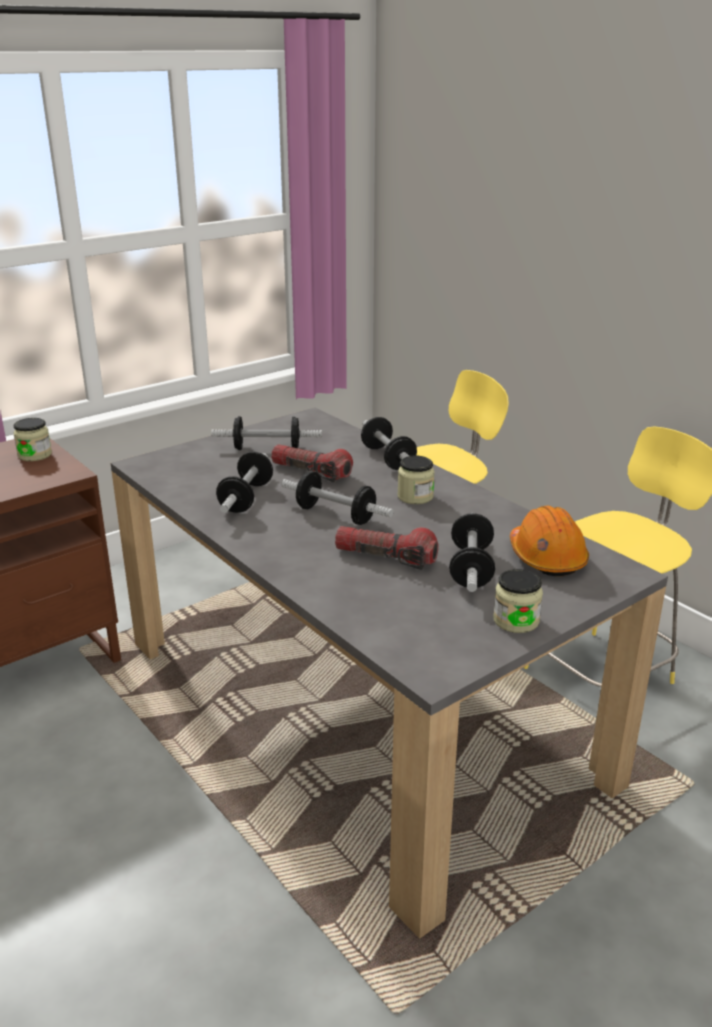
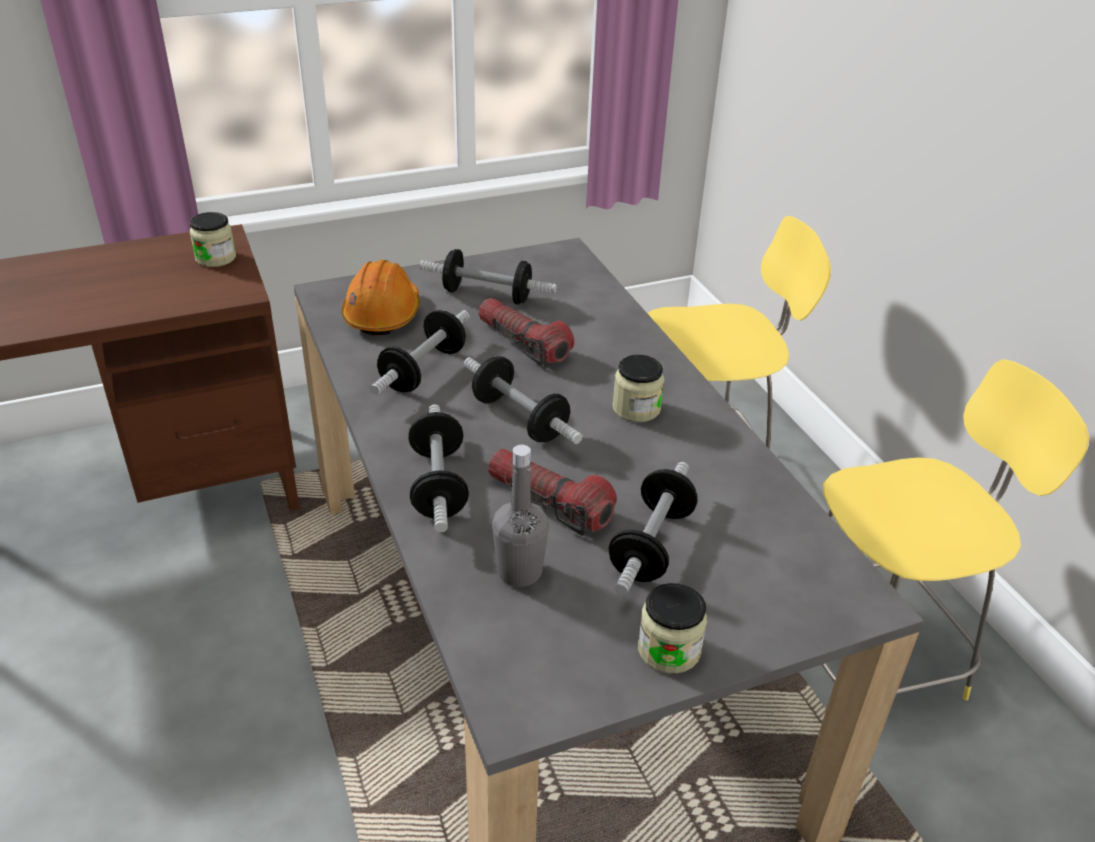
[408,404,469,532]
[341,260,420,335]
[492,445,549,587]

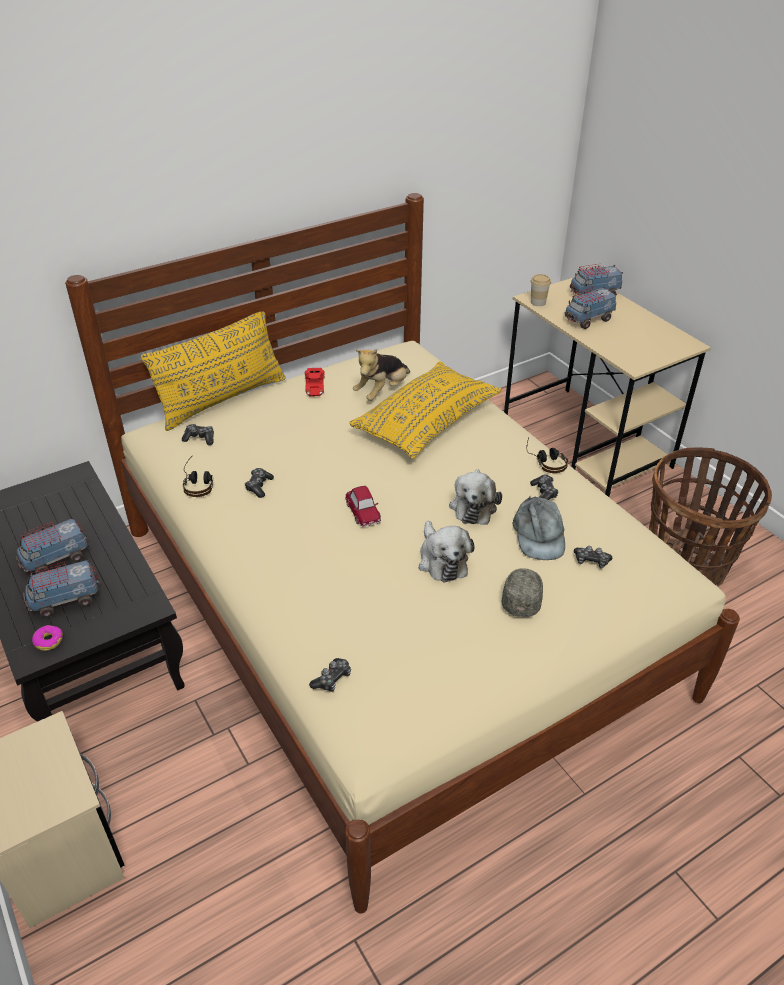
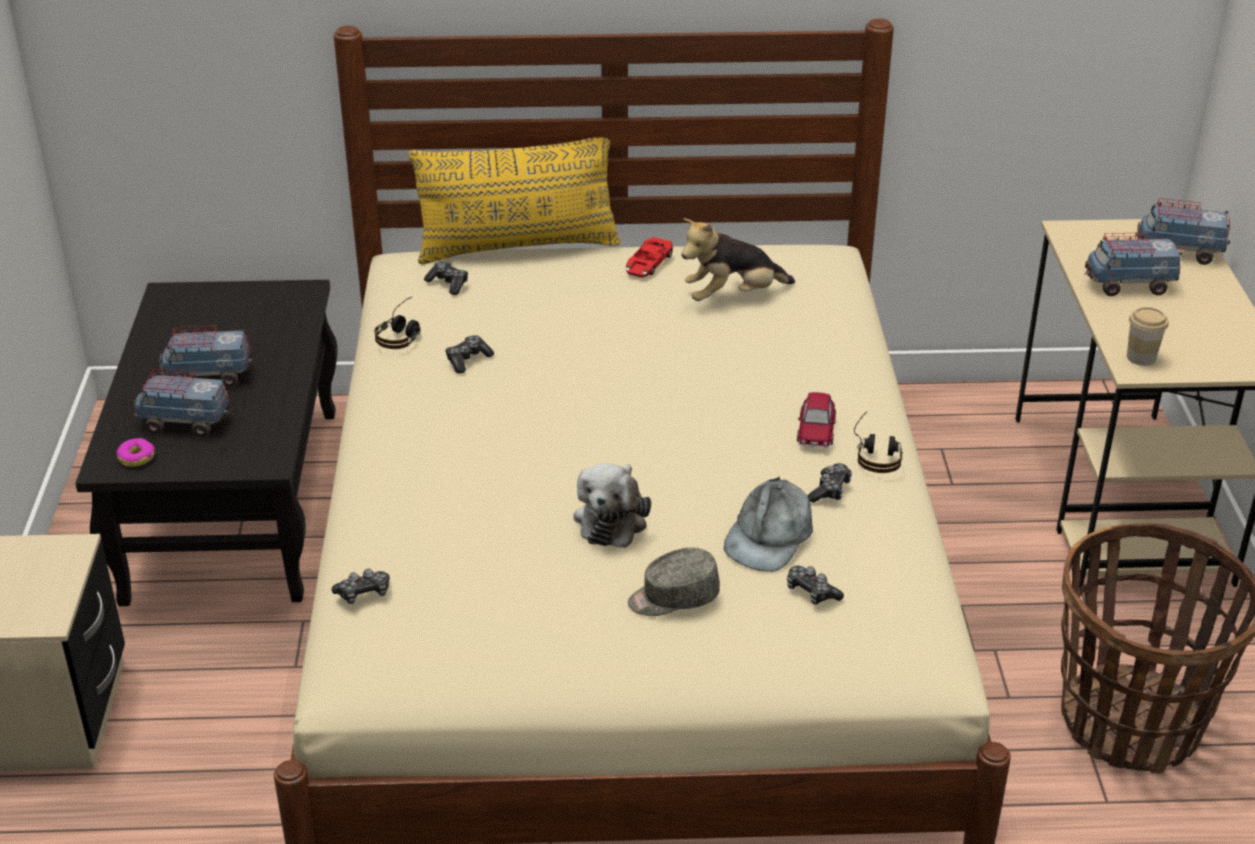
[797,392,836,448]
[349,362,502,459] (first image)
[449,469,502,525] (first image)
[628,547,720,616]
[1127,307,1168,366]

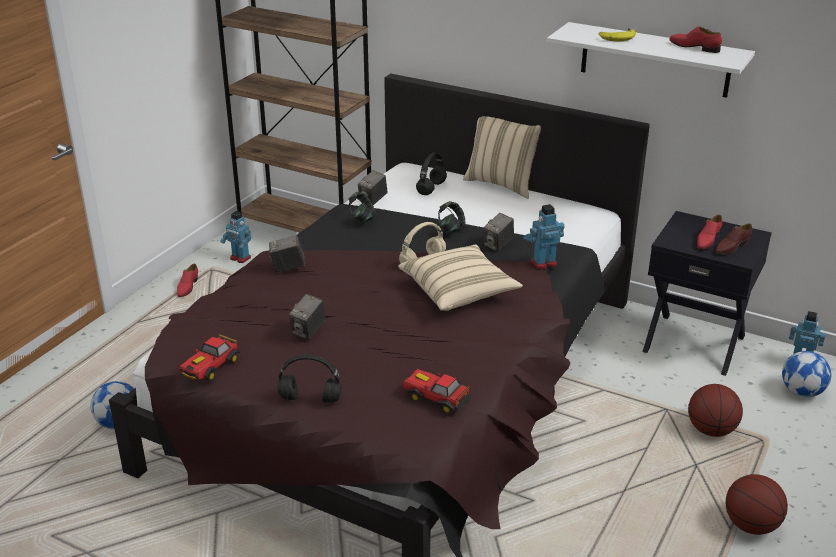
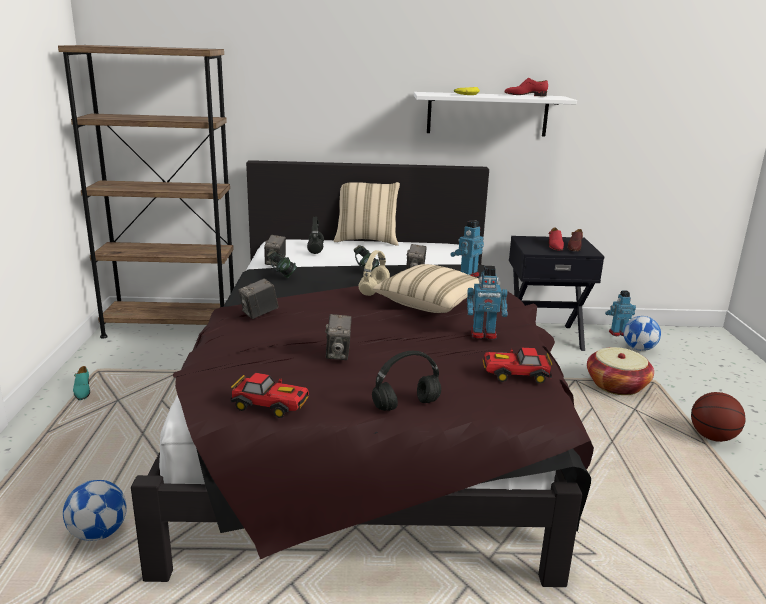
[73,366,90,400]
[230,373,309,418]
[467,266,508,340]
[587,347,654,395]

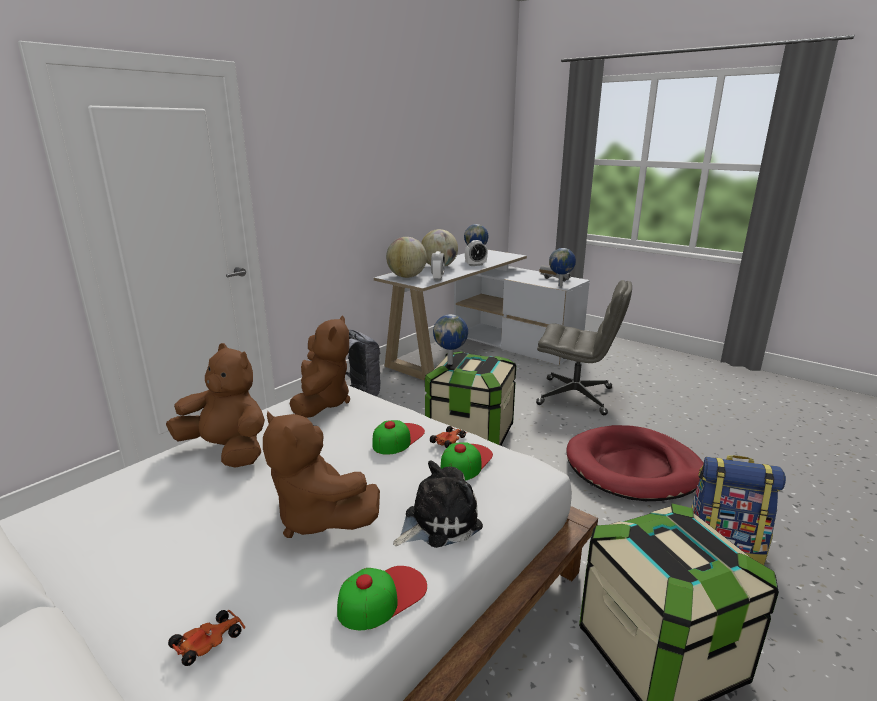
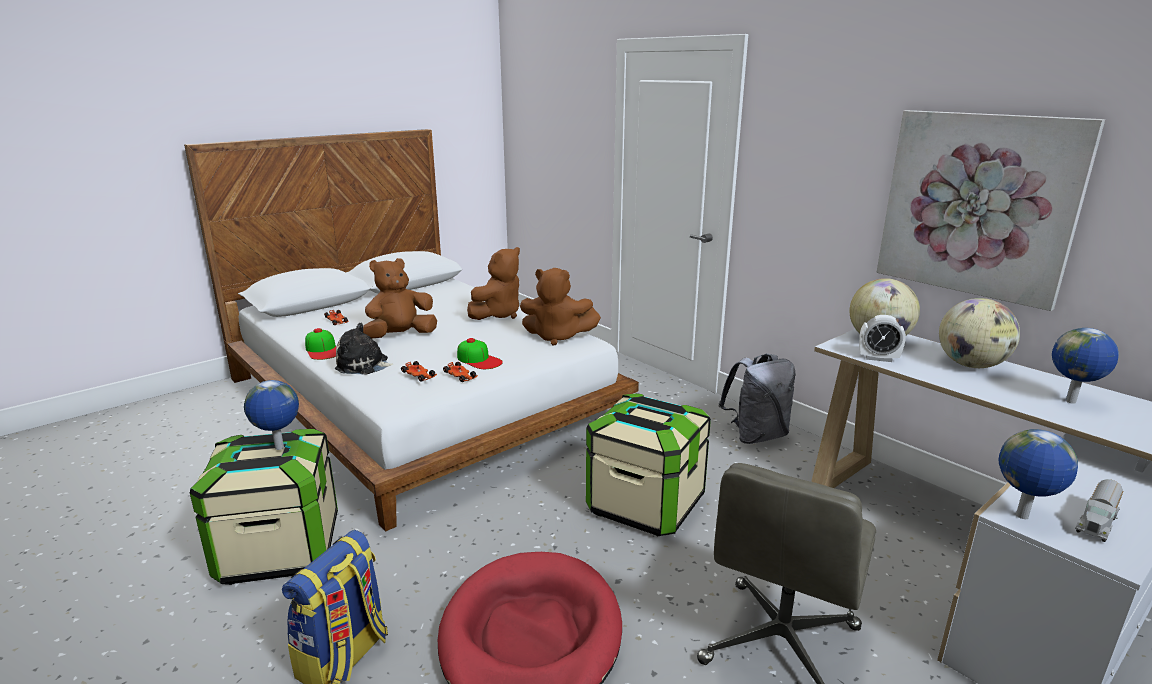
[335,323,393,374]
[244,380,299,450]
[401,361,437,381]
[465,240,488,266] (first image)
[877,110,1105,311]

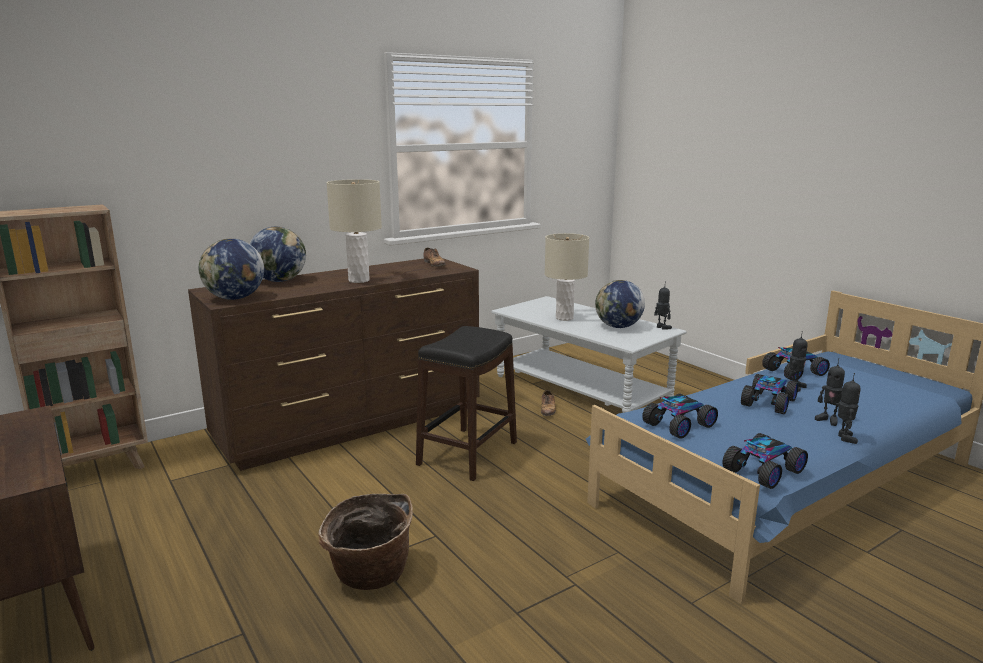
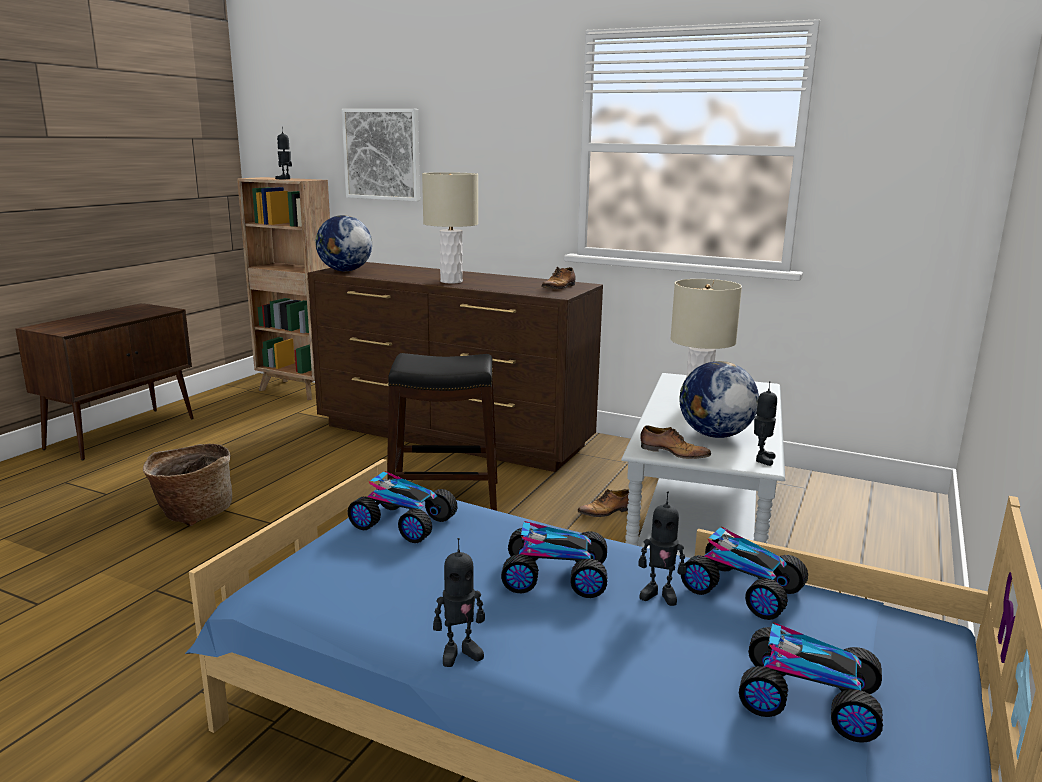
[250,226,306,282] (first image)
[739,622,883,743]
[275,129,292,179]
[342,109,420,201]
[640,425,711,460]

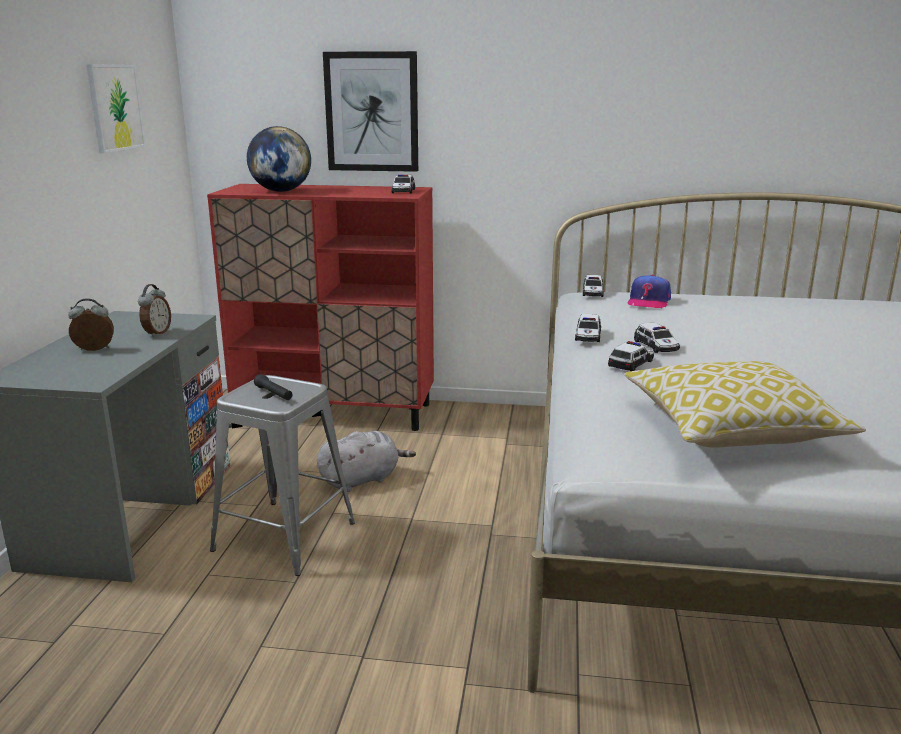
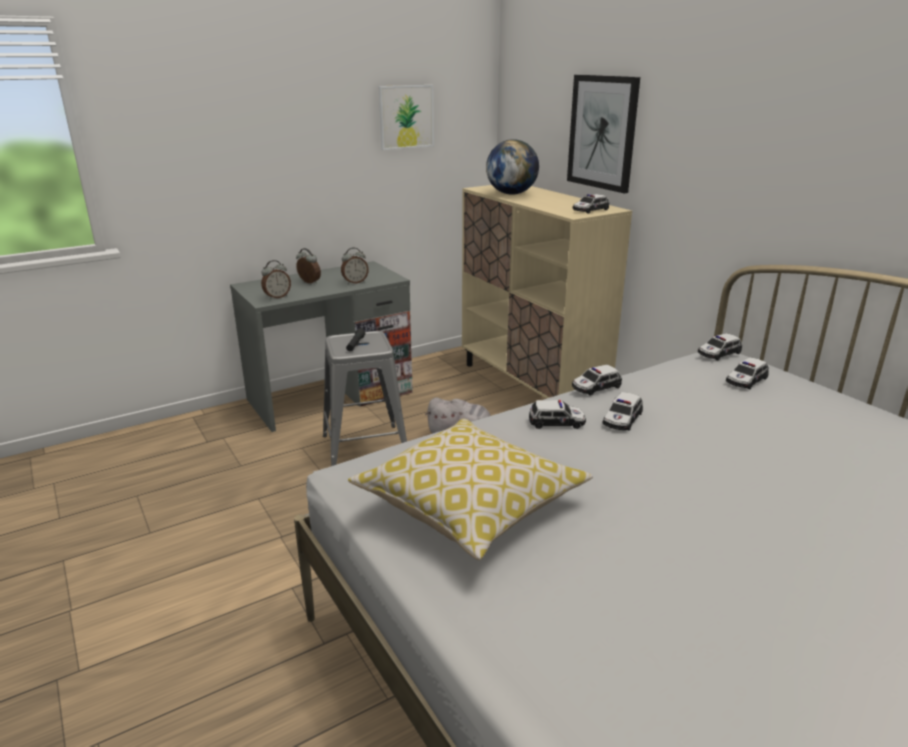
[462,185,632,399]
[726,357,769,389]
[261,260,291,300]

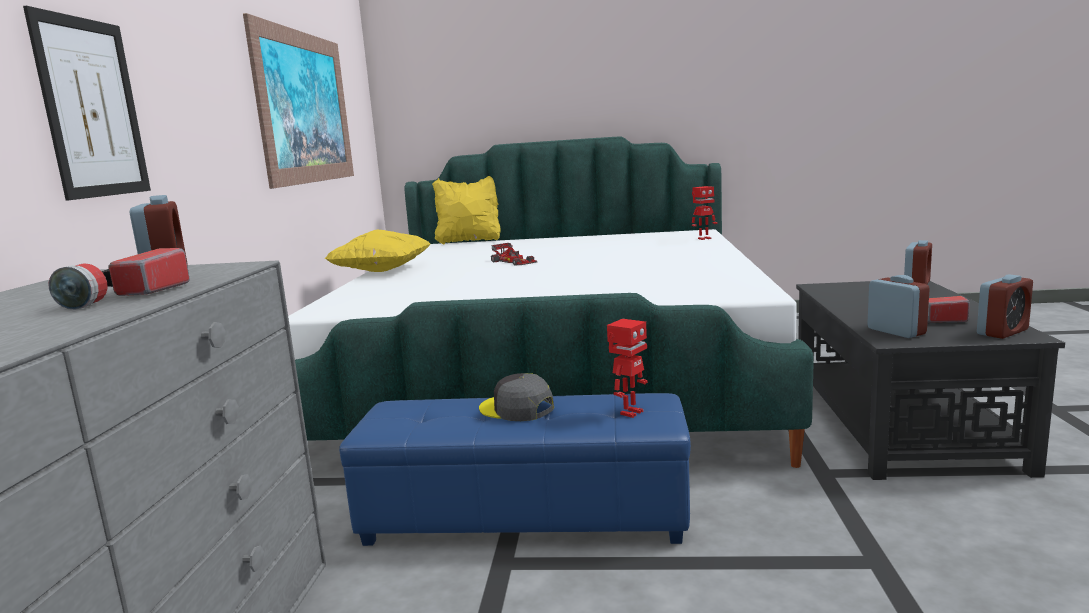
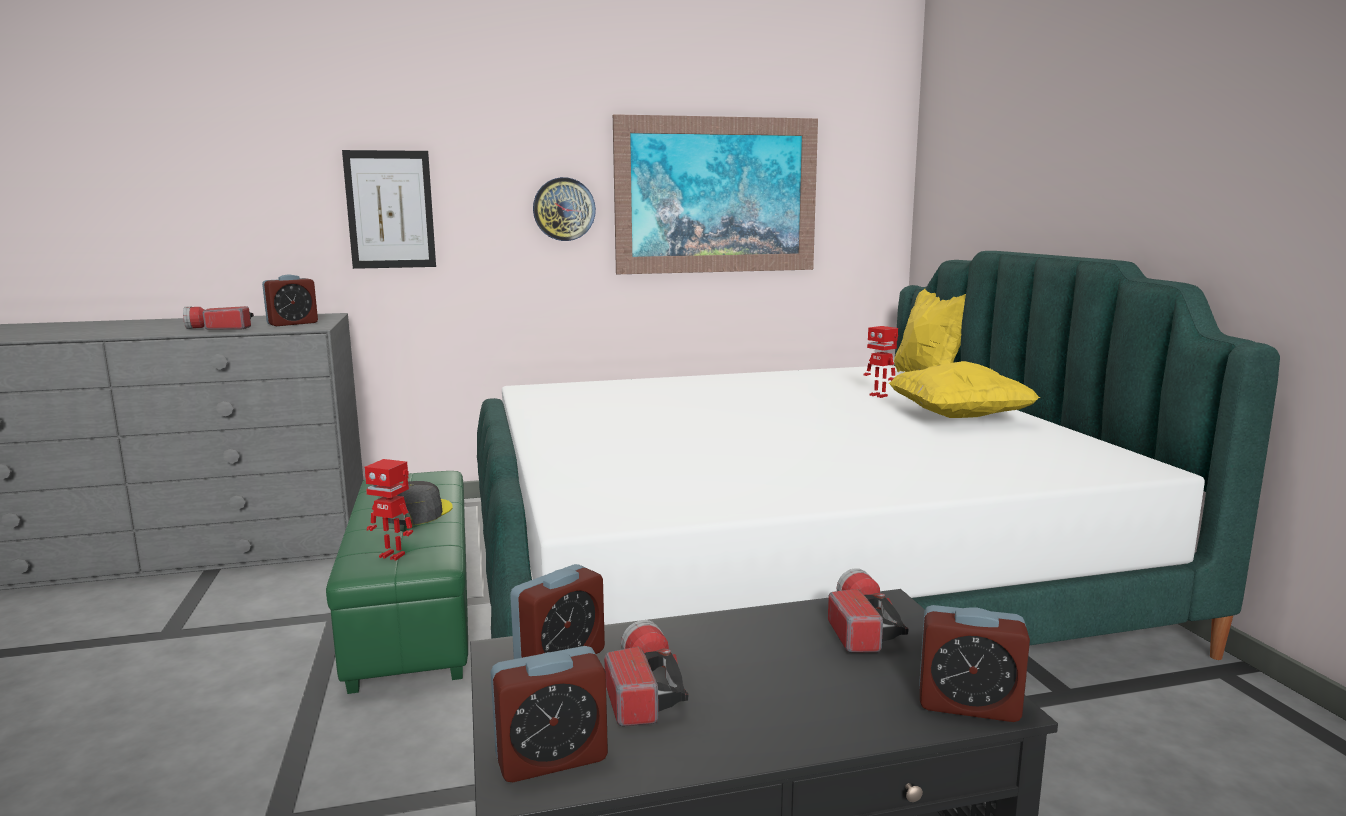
[889,361,1040,418]
[326,471,468,694]
[491,243,537,266] (first image)
[864,326,898,398]
[491,646,608,782]
[533,177,596,241]
[828,568,909,653]

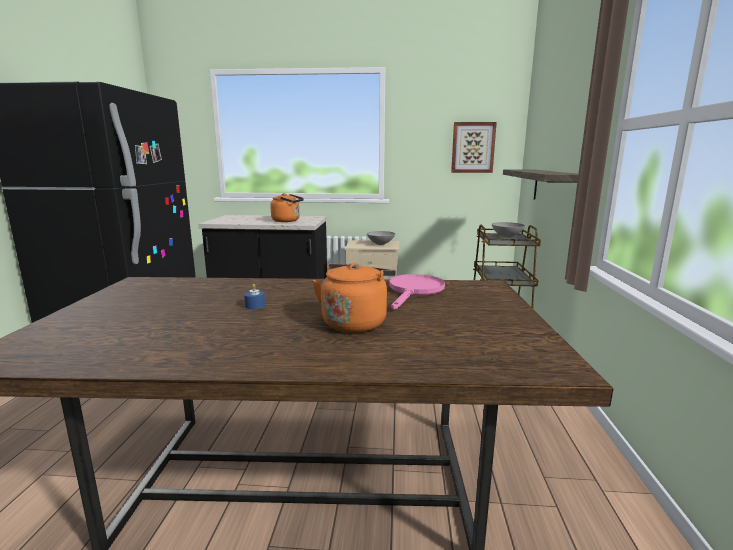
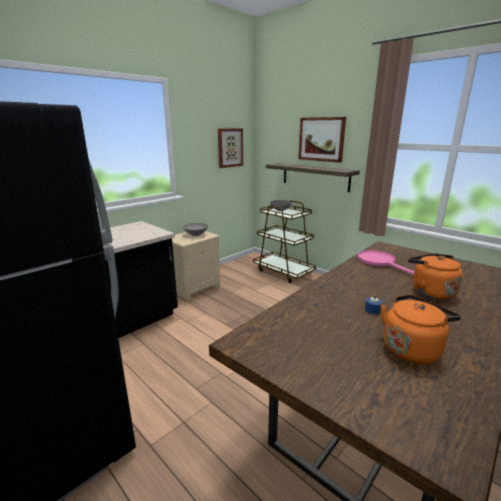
[380,295,461,364]
[298,117,346,163]

